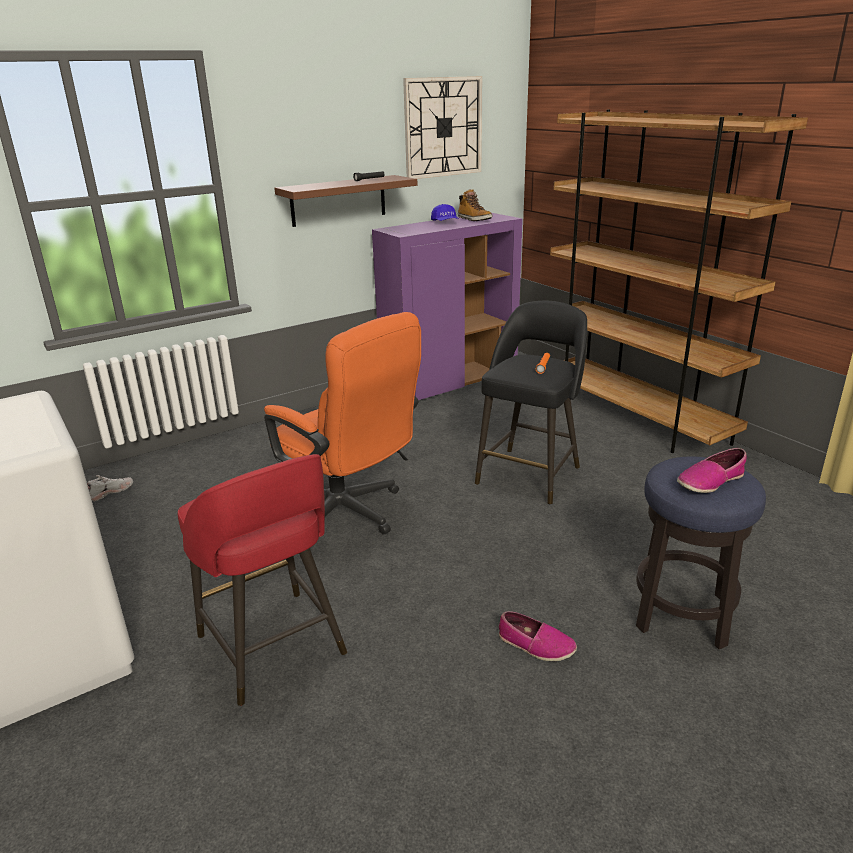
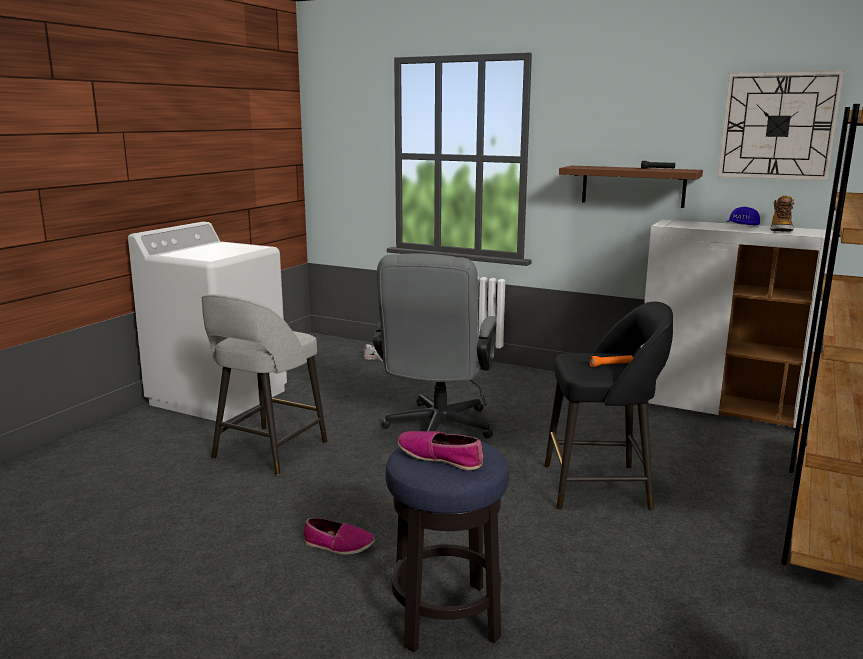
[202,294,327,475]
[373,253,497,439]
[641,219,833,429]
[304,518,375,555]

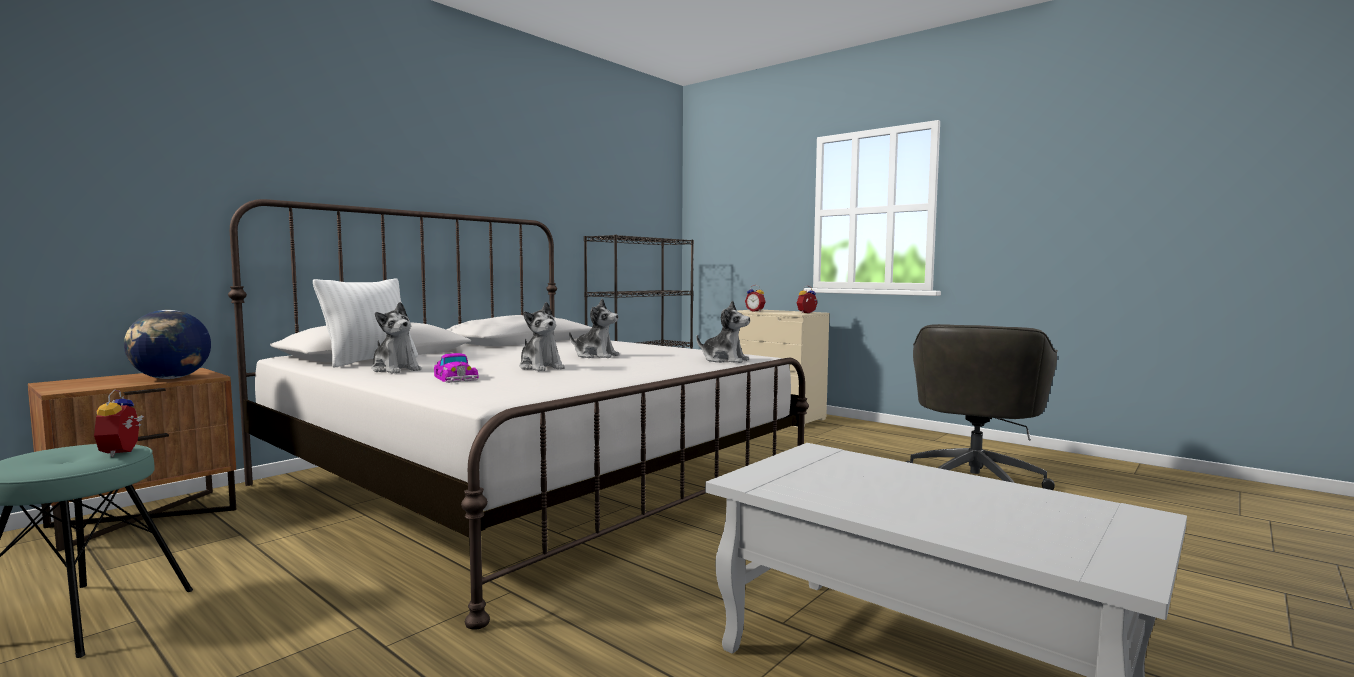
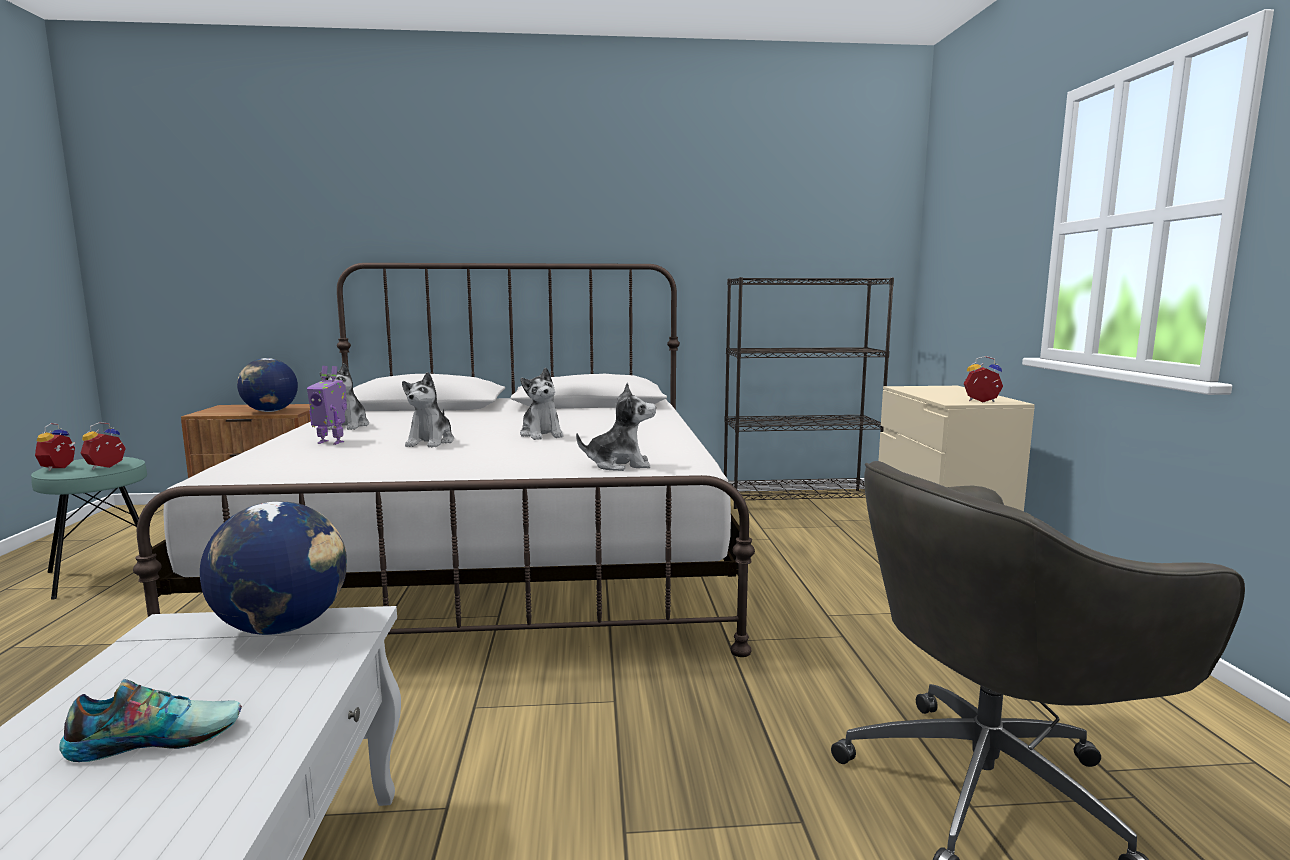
[313,278,418,367] (first image)
[307,366,347,445]
[576,382,656,471]
[35,423,75,471]
[60,679,242,762]
[200,501,347,635]

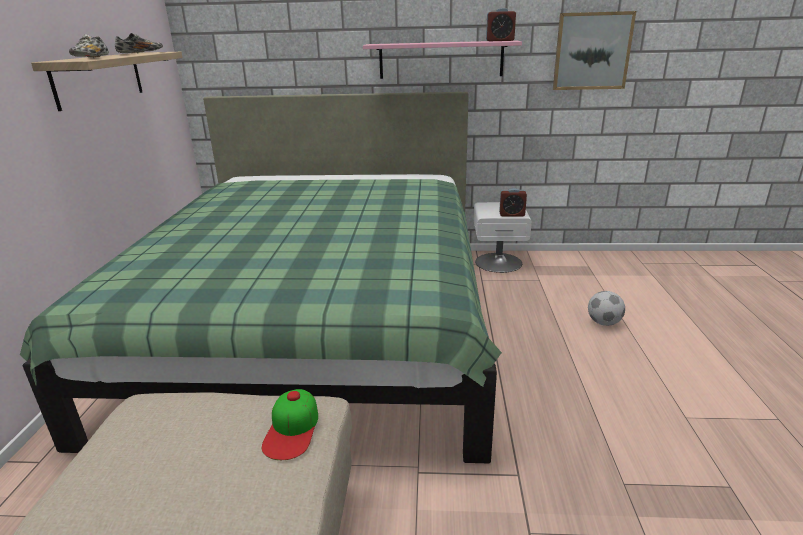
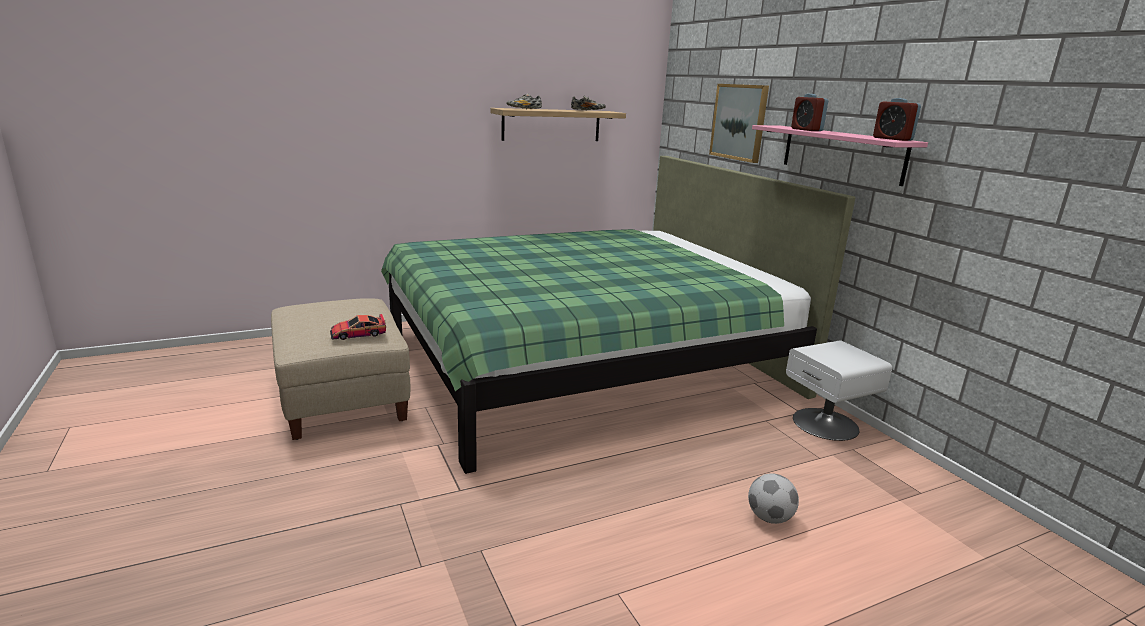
[330,314,386,340]
[791,94,828,131]
[709,84,769,163]

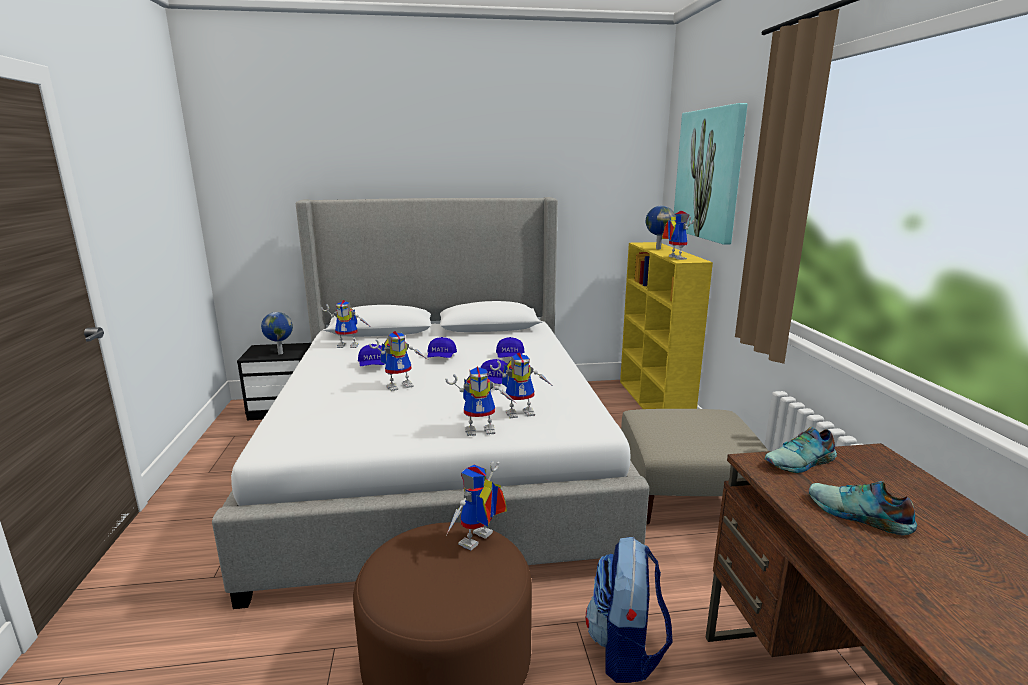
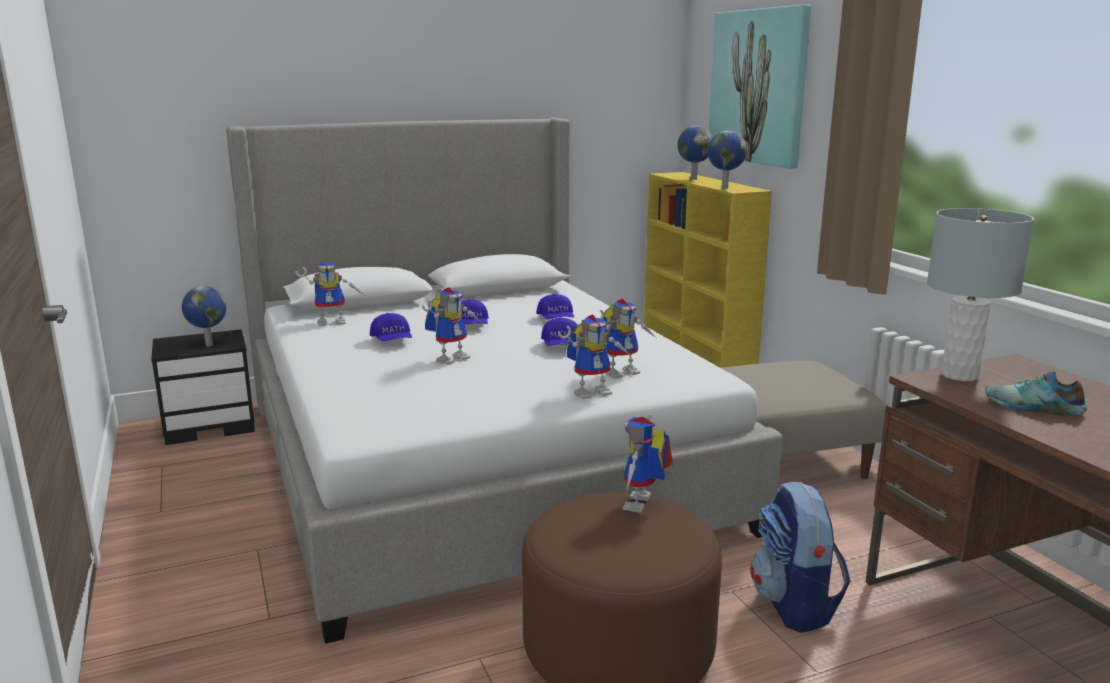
[708,131,747,189]
[927,208,1034,381]

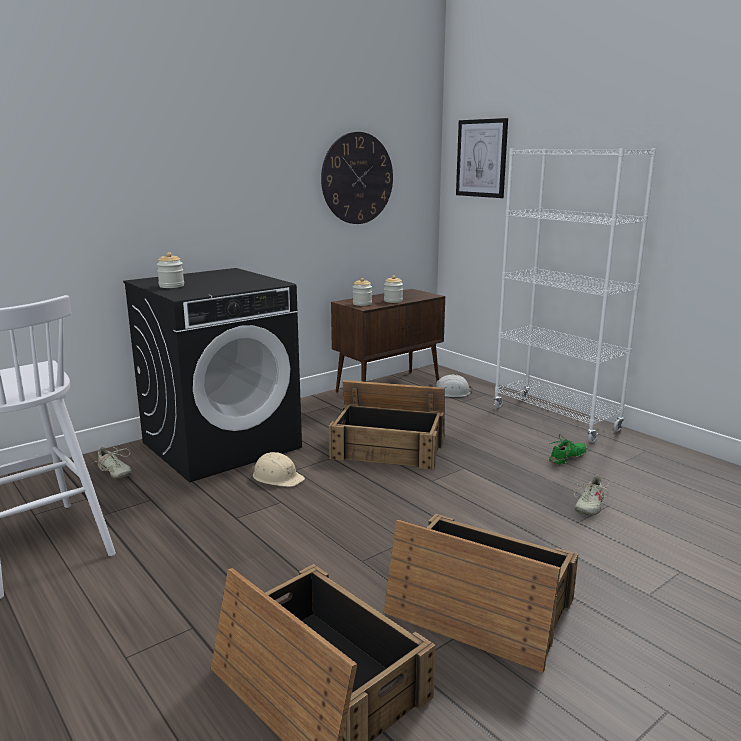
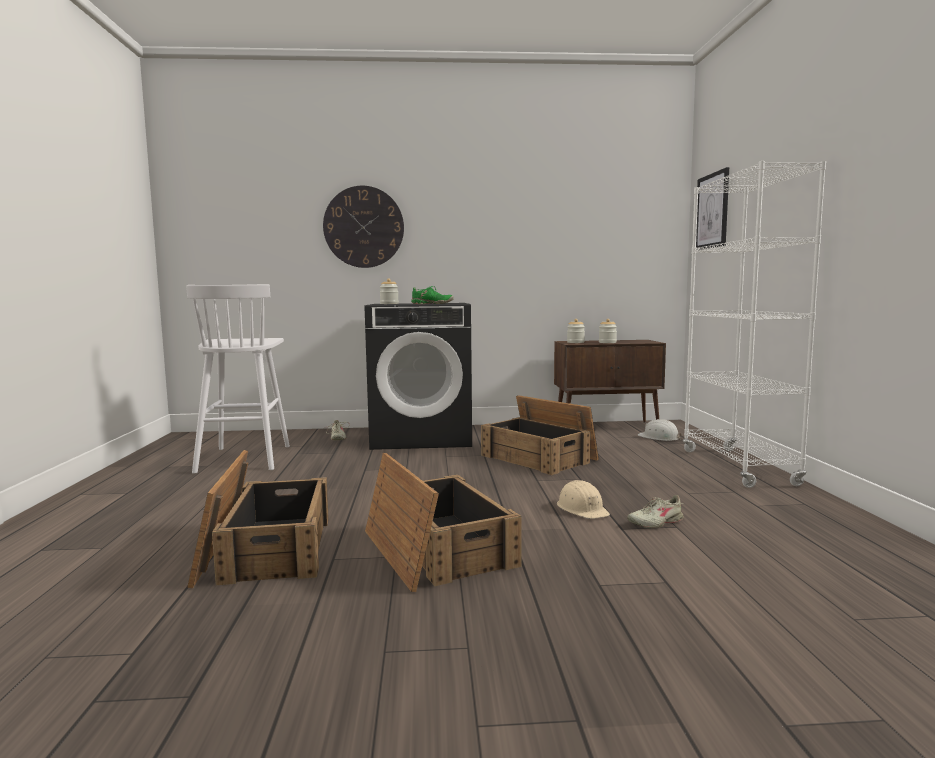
[557,480,610,519]
[323,186,404,268]
[411,286,454,304]

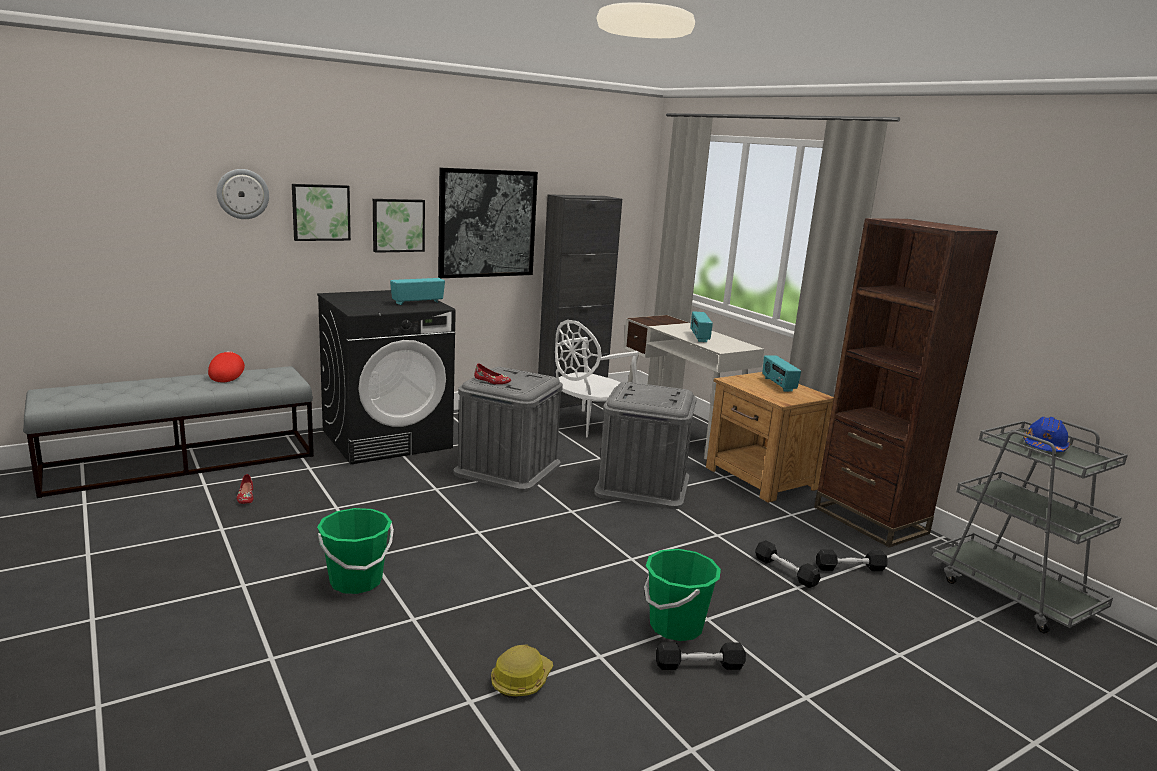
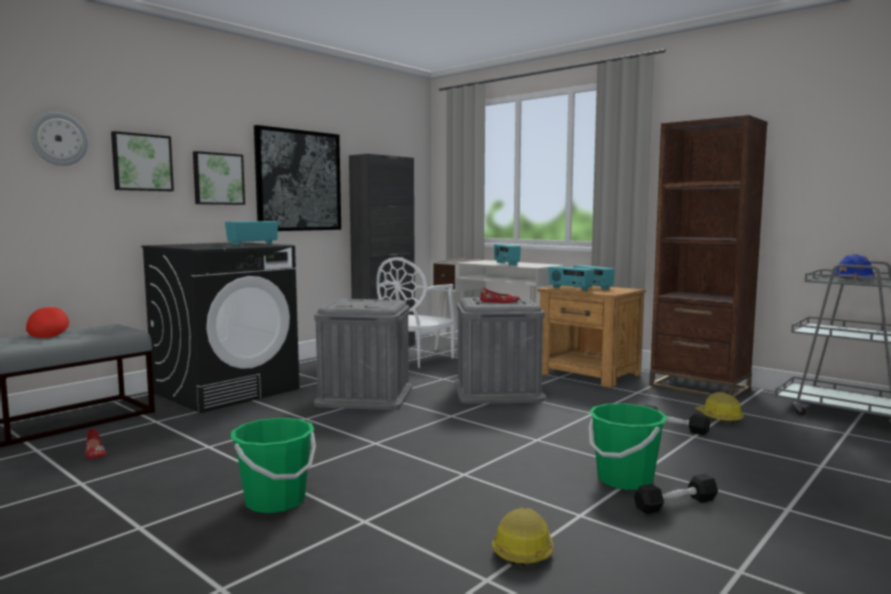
[480,287,519,303]
[695,392,744,424]
[548,266,595,291]

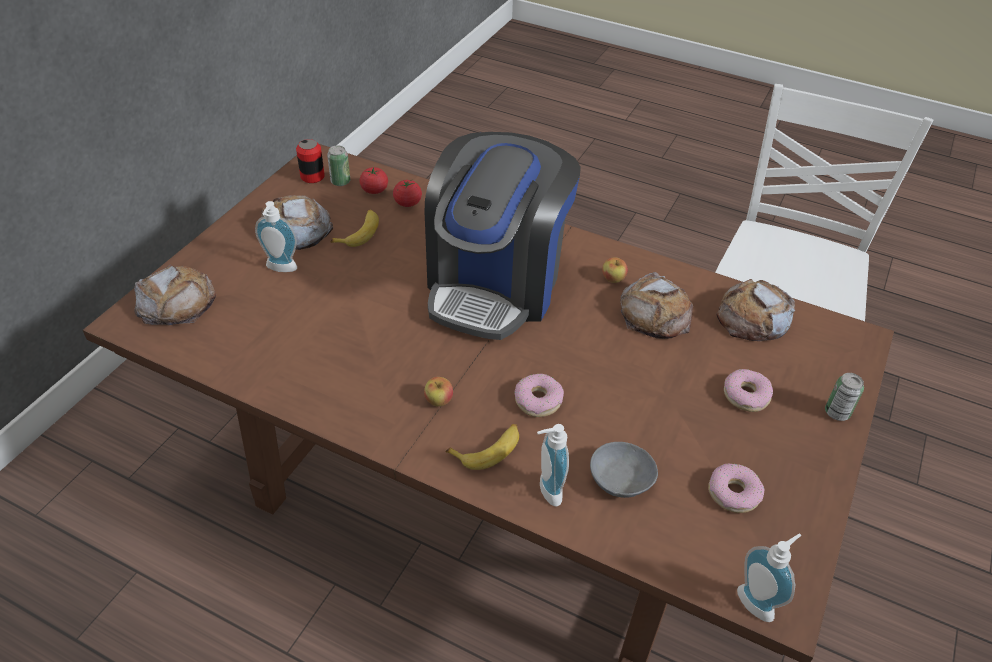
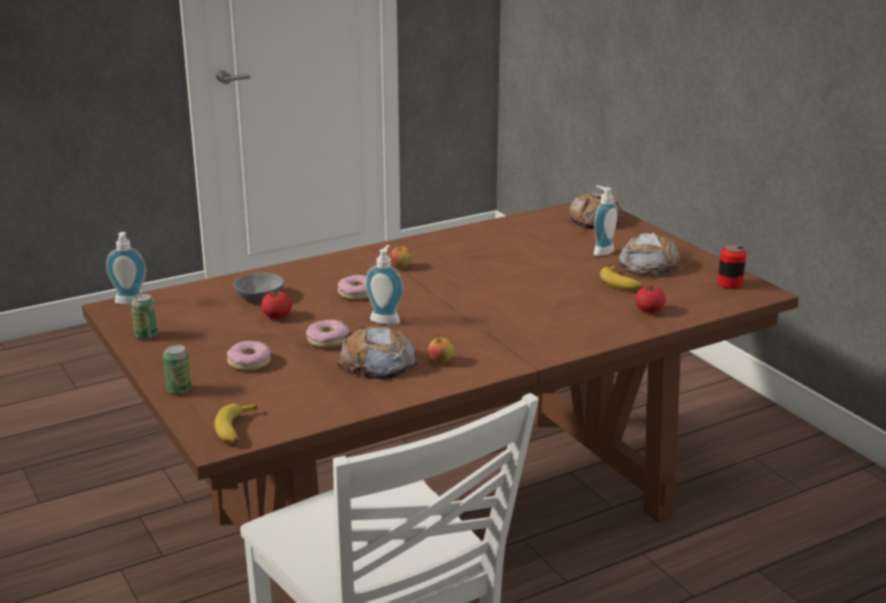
[131,293,158,339]
[261,291,292,319]
[424,132,581,340] (first image)
[214,404,257,443]
[365,245,404,325]
[306,319,350,348]
[717,279,795,341] (first image)

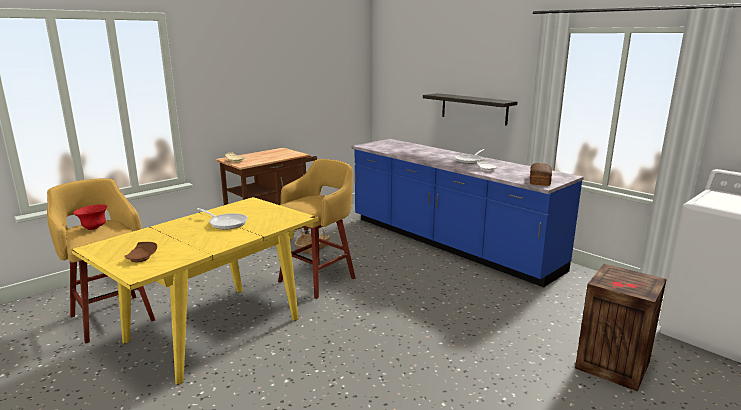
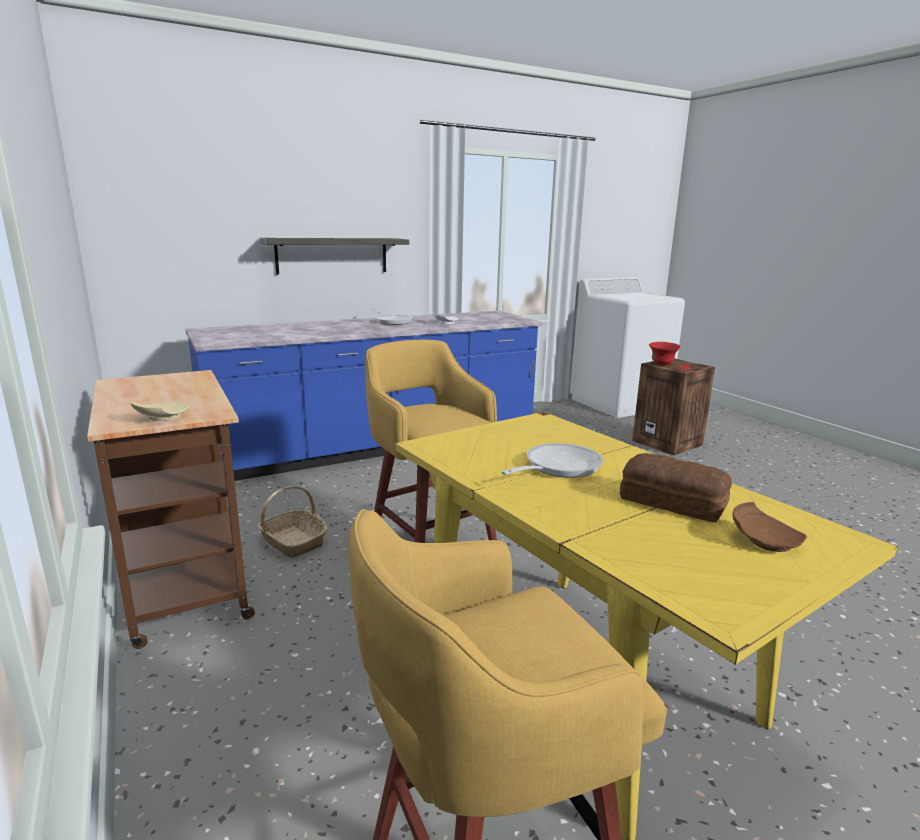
[649,342,680,366]
[619,453,732,522]

